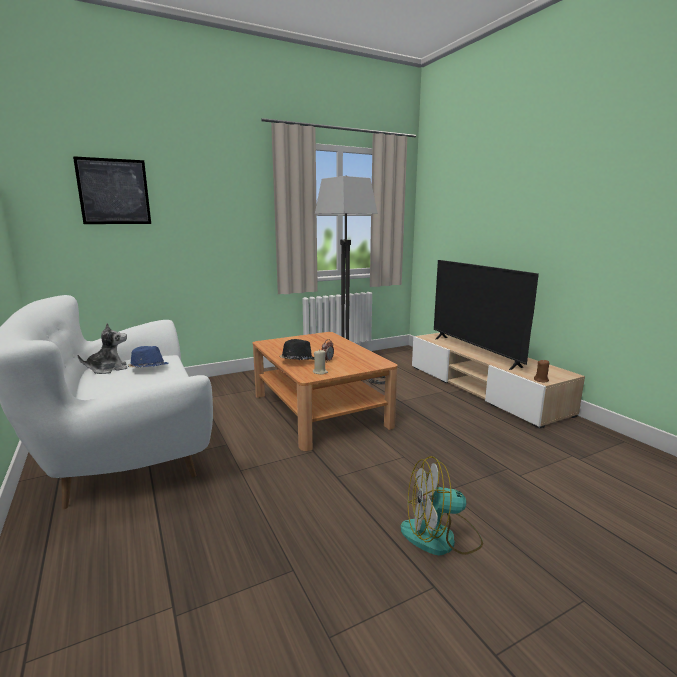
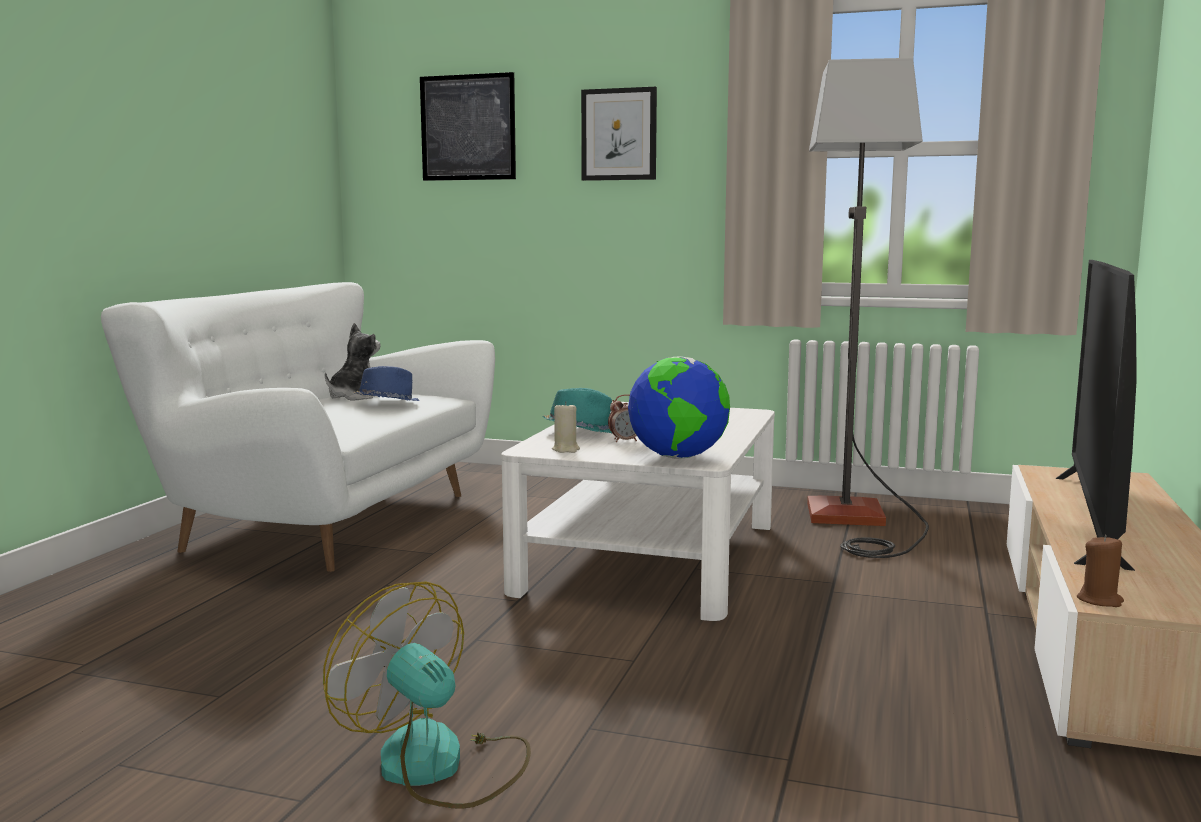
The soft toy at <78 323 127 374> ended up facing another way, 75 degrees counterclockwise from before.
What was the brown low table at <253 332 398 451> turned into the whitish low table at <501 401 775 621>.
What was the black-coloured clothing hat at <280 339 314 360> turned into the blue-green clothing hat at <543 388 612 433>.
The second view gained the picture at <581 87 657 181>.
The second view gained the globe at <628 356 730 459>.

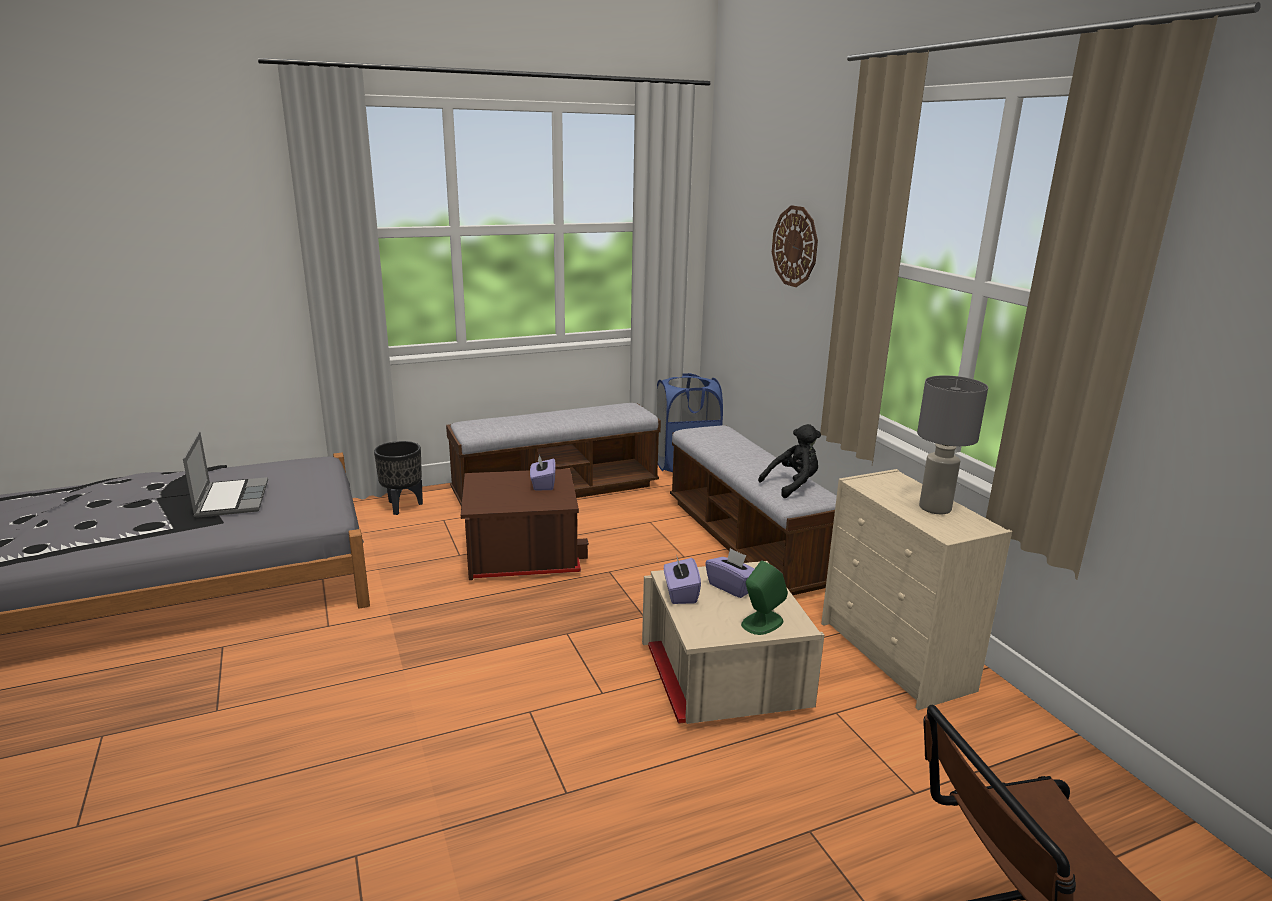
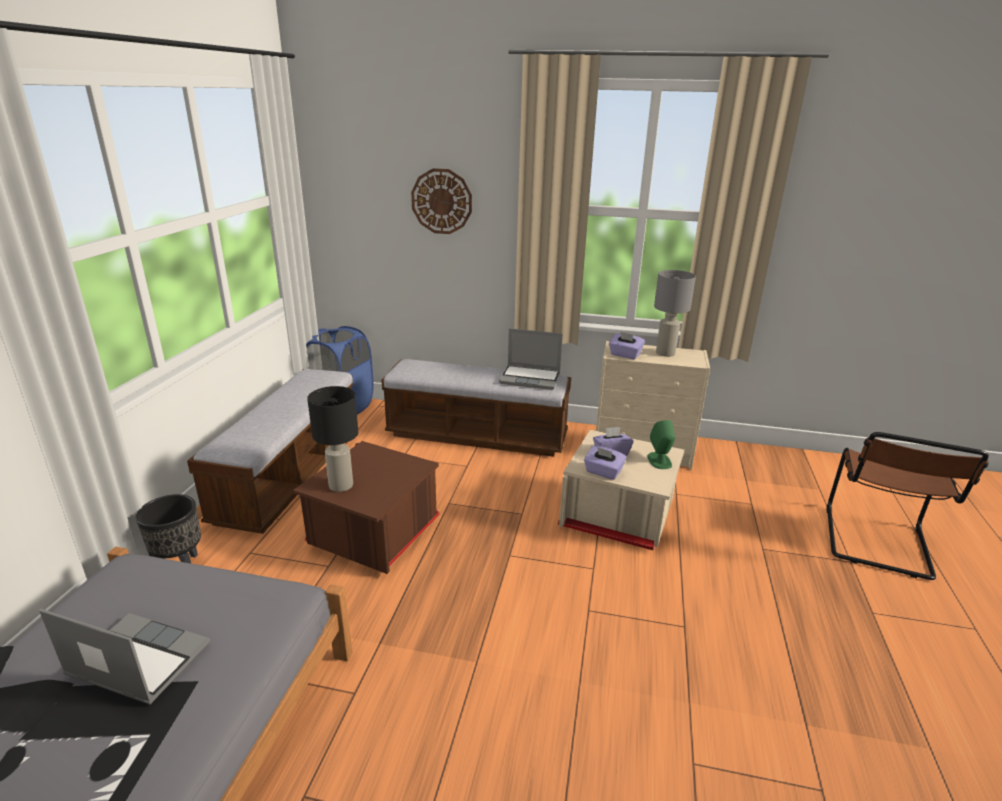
The purplish tissue box ended up elsewhere, having gone from <530 454 556 491> to <609 331 645 359>.
Where the black-coloured soft toy stood at <758 424 821 498>, the portable computer came to stand at <499 328 563 390>.
The second view gained the black-coloured table lamp at <307 386 358 492>.

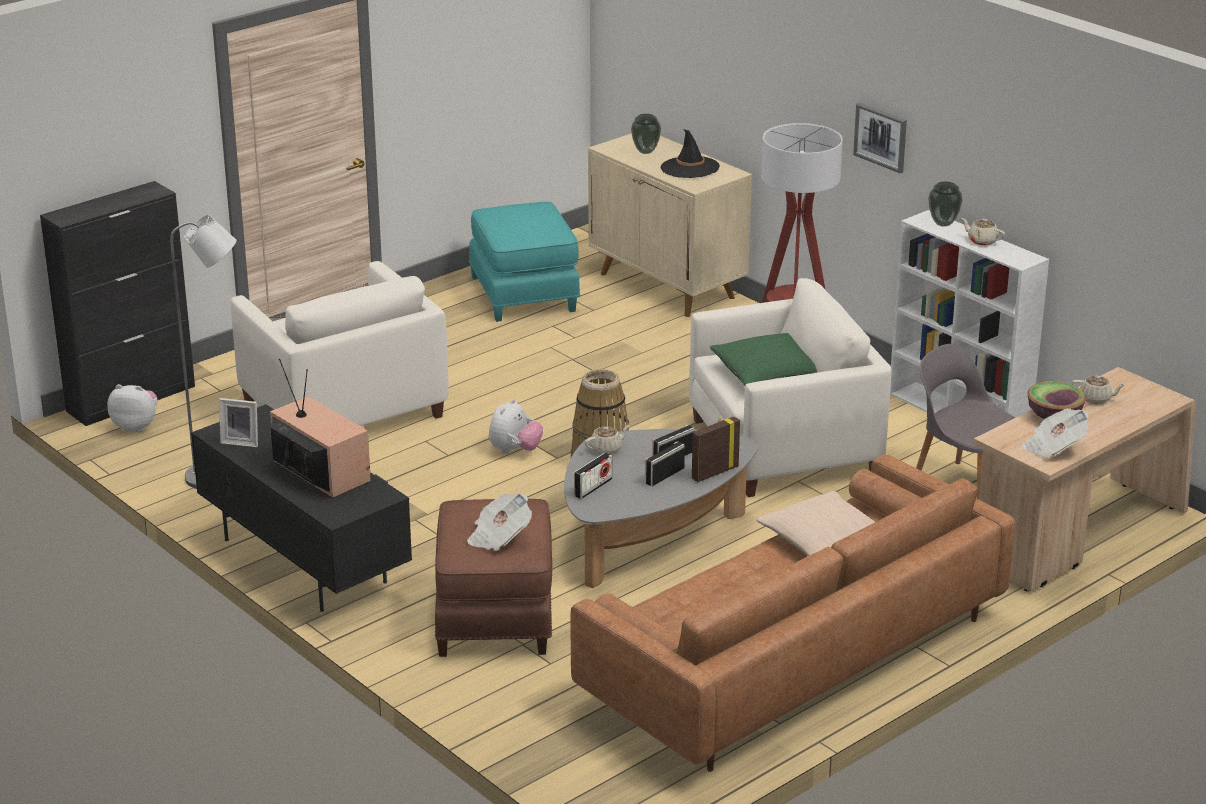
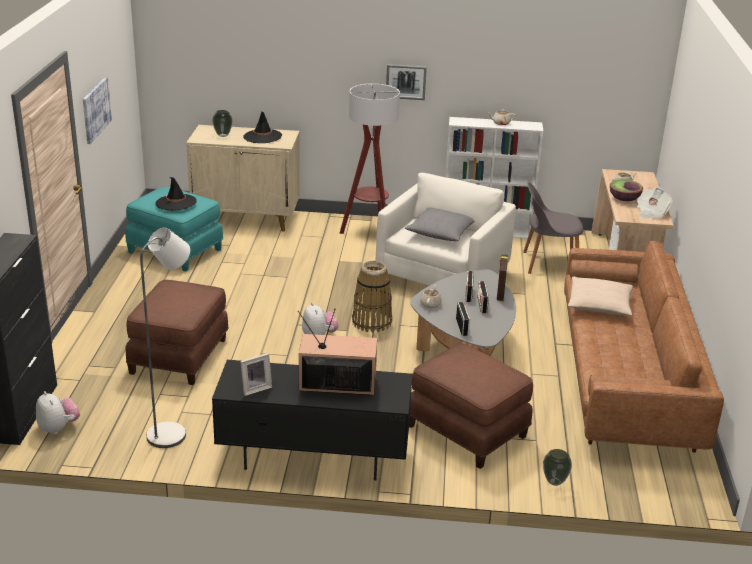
The soft toy at <107 384 157 432> ended up facing another way, 90 degrees clockwise from before.
Where the whitish lounge chair stood at <231 261 449 426>, the brown pouffe came to stand at <126 280 229 385>.
The second view lost the newspaper at <467 493 532 551>.
What was the green-coloured throw pillow at <710 333 817 386> turned into the greyish throw pillow at <405 207 474 241>.
The decorative vase ended up elsewhere, having gone from <928 181 963 227> to <543 449 572 486>.
The second view gained the picture at <83 77 112 144>.
The second view gained the black-coloured clothing hat at <155 177 197 211>.

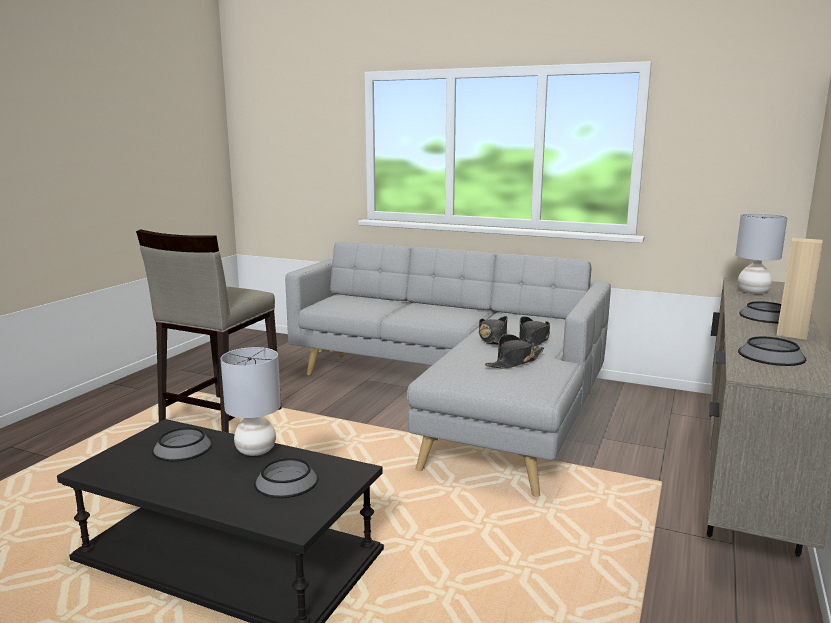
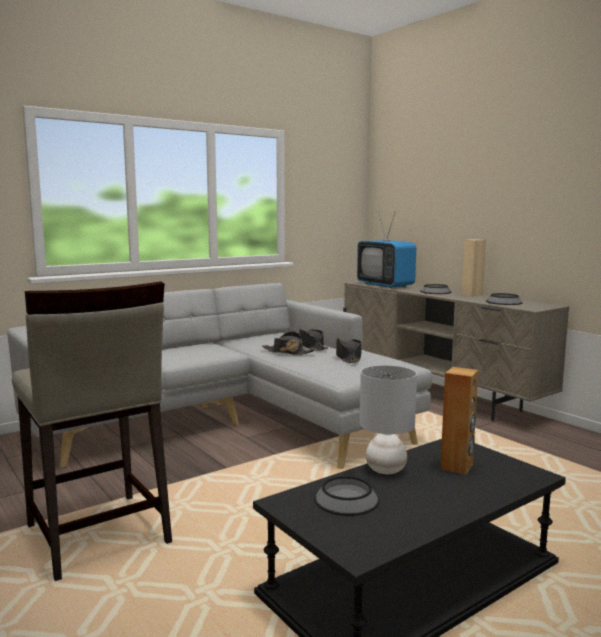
Where the serving bowl stood at <254 458 319 498>, the brown speaker came to stand at <440 367 478 475>.
Where the greyish table lamp stood at <735 213 788 294>, the TV came to stand at <357 211 416 288>.

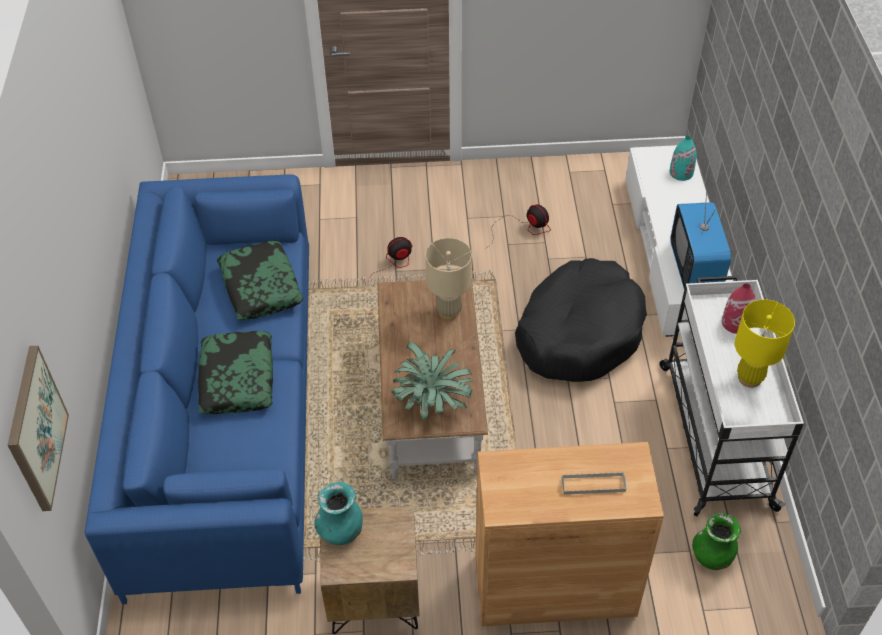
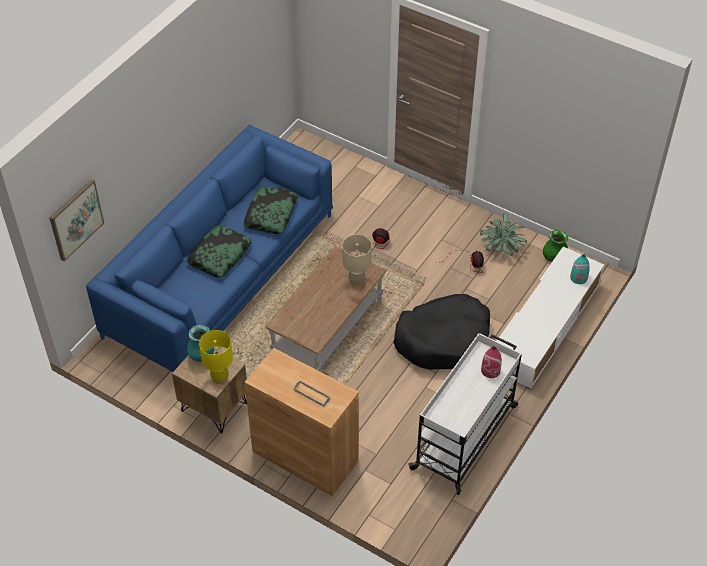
The houseplant ended up elsewhere, having gone from <392 342 473 420> to <480 213 527 256>.
The second view lost the TV at <670 188 731 289>.
The green-coloured decorative vase ended up elsewhere, having gone from <692 513 741 570> to <543 230 568 261>.
The yellow-coloured table lamp ended up elsewhere, having gone from <735 299 795 388> to <199 330 233 384>.

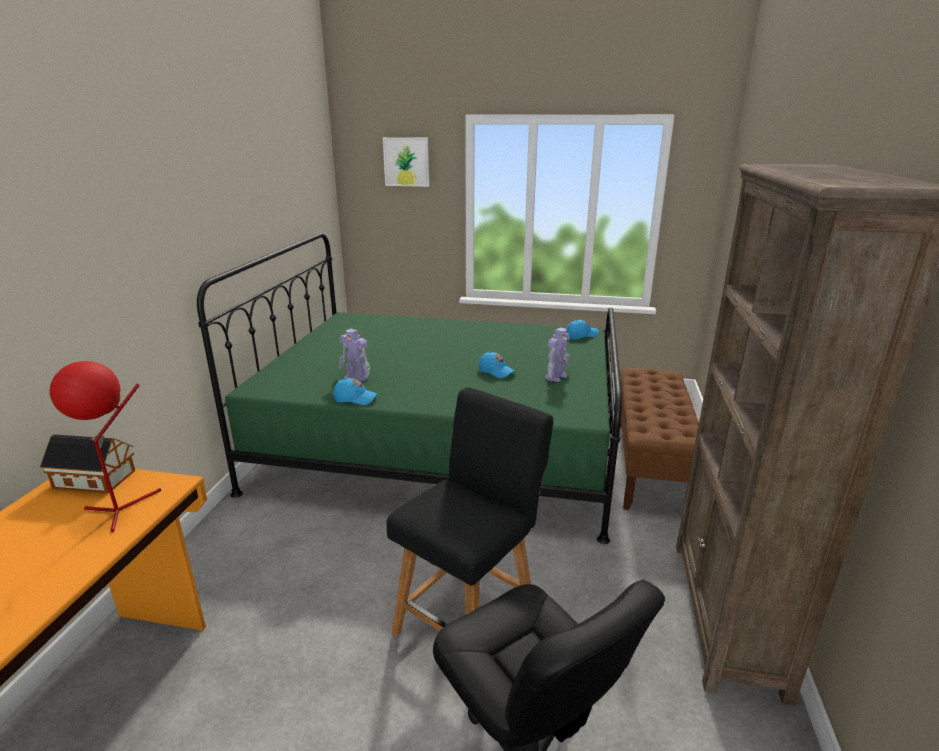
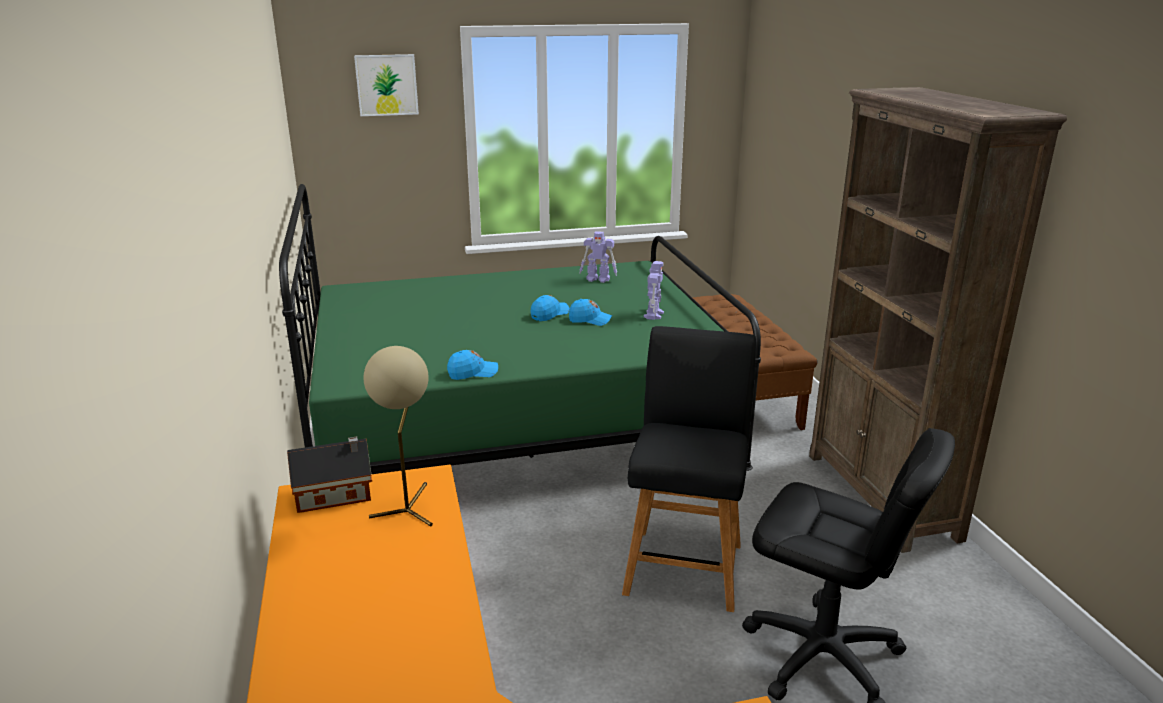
What was the red-coloured table lamp at <50 361 161 532> turned into the sand-coloured table lamp at <364 346 433 526>.
The robot figure ended up elsewhere, having gone from <339 329 370 382> to <579 231 617 283>.
The bluish baseball cap ended up elsewhere, having gone from <566 320 599 339> to <530 295 569 321>.

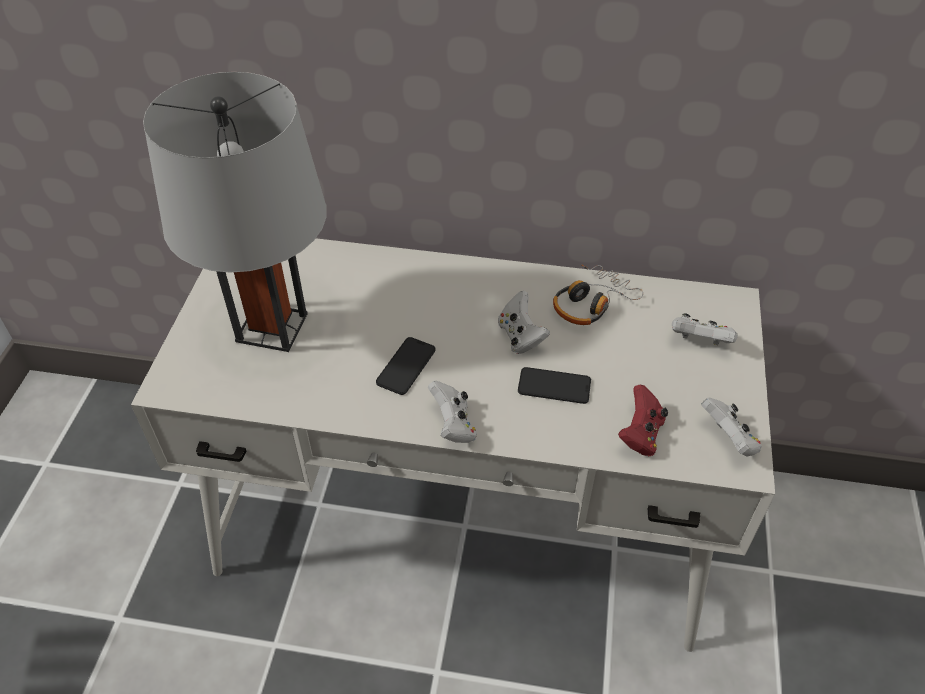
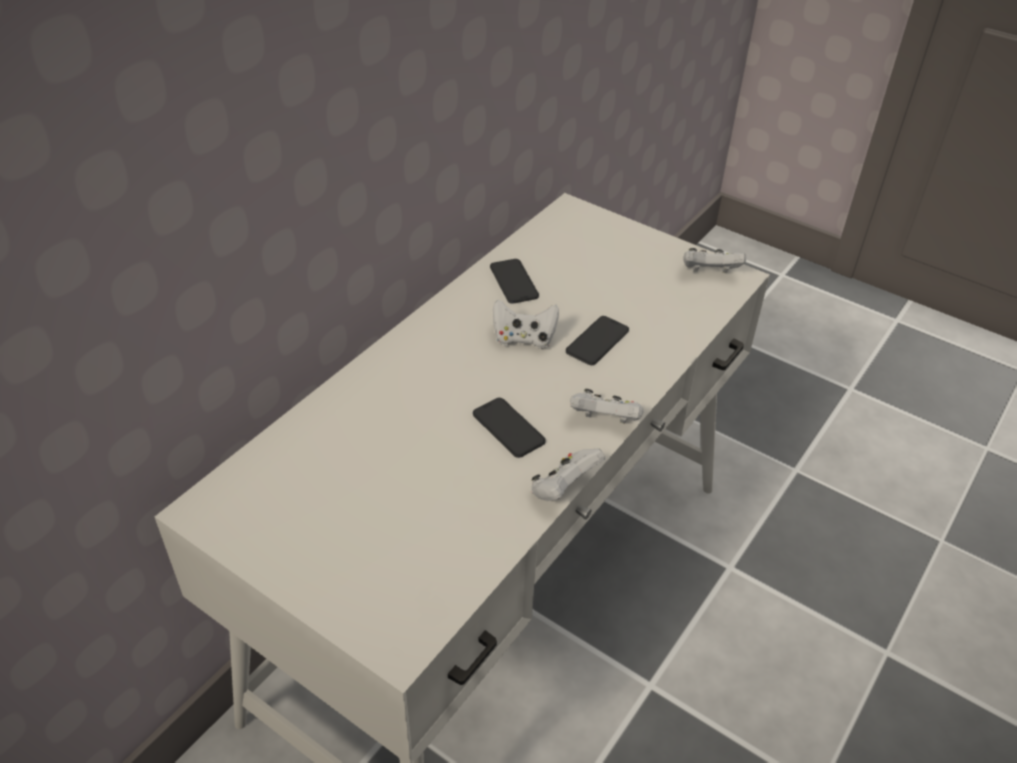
The second view lost the greyish table lamp at <143 72 327 352>.
Where the pair of headphones stood at <553 264 643 325>, the handset came to stand at <490 259 539 304>.
The second view lost the red-coloured gamepad at <618 385 668 457>.
The whitish gamepad ended up elsewhere, having gone from <672 313 738 345> to <531 449 605 501>.

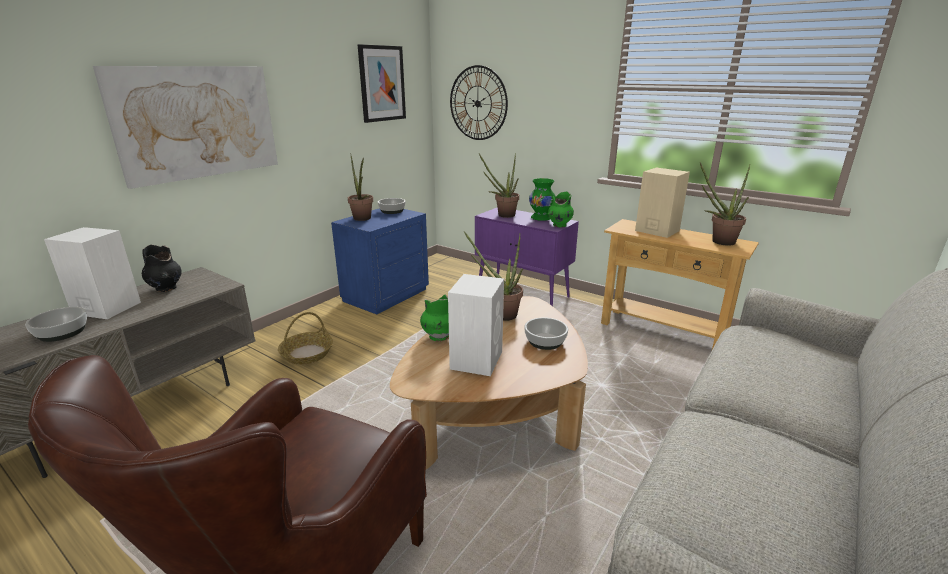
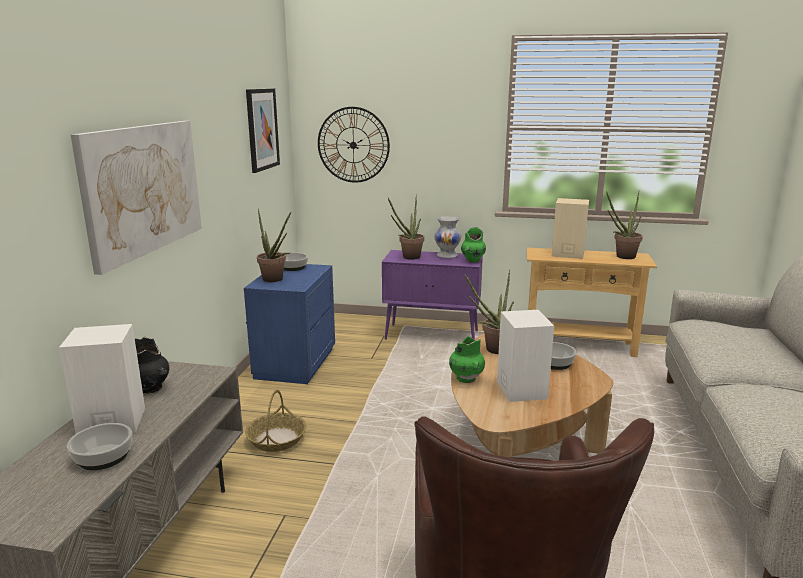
What was the green-coloured decorative vase at <529 178 556 221> turned into the whitish decorative vase at <434 216 461 258>.

